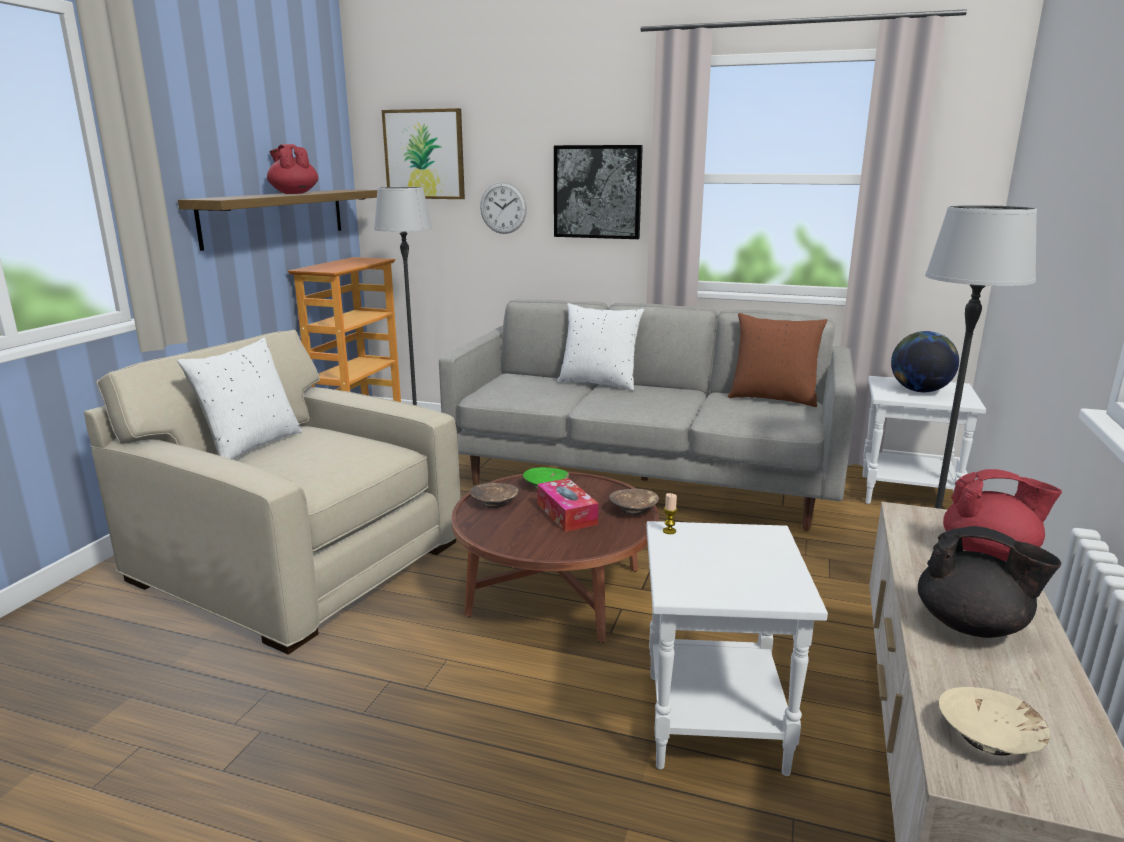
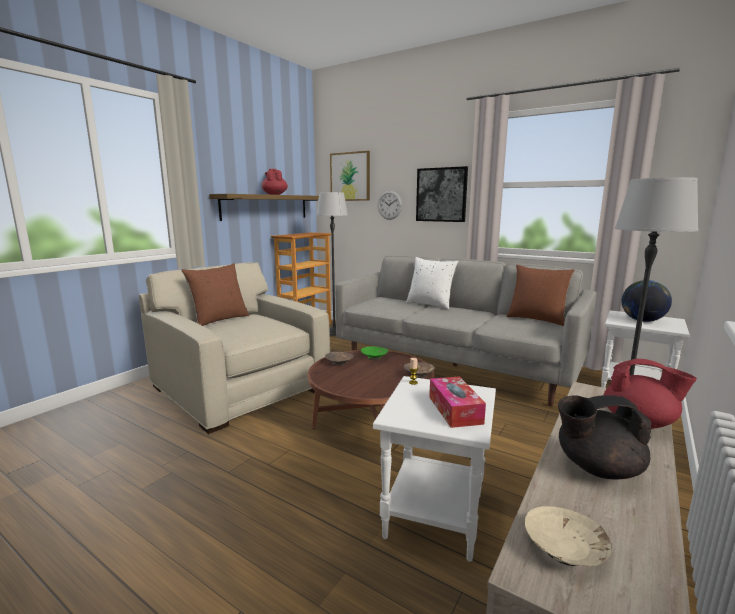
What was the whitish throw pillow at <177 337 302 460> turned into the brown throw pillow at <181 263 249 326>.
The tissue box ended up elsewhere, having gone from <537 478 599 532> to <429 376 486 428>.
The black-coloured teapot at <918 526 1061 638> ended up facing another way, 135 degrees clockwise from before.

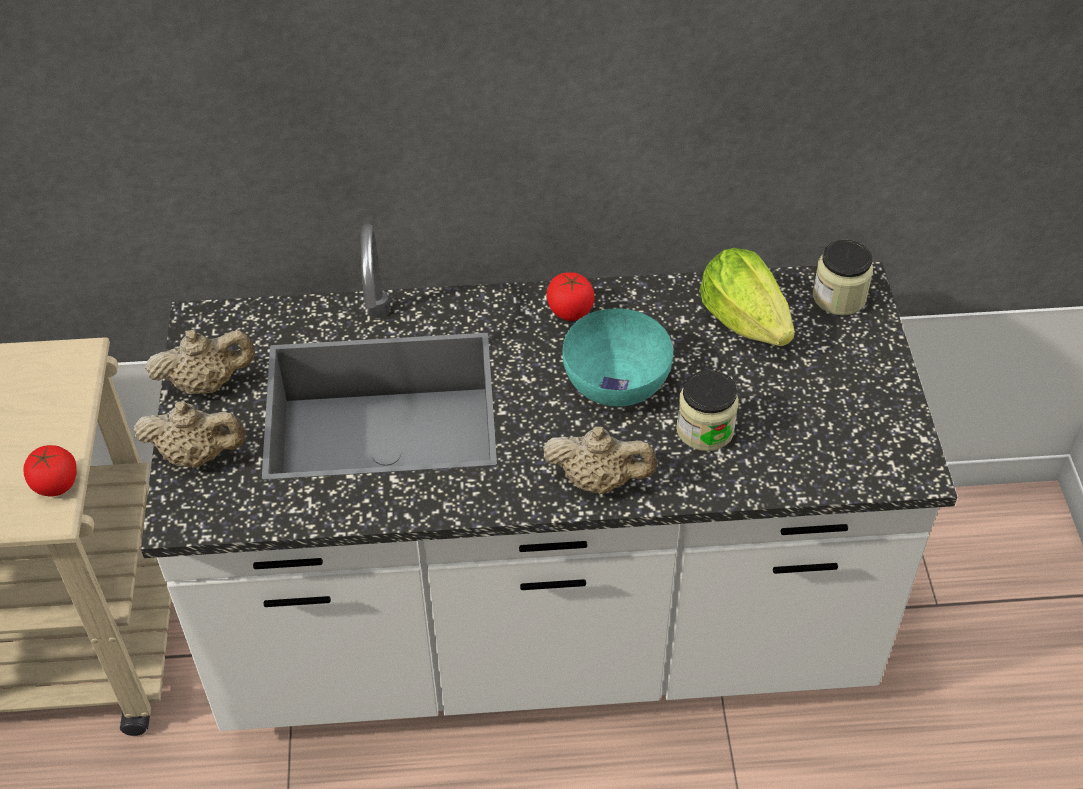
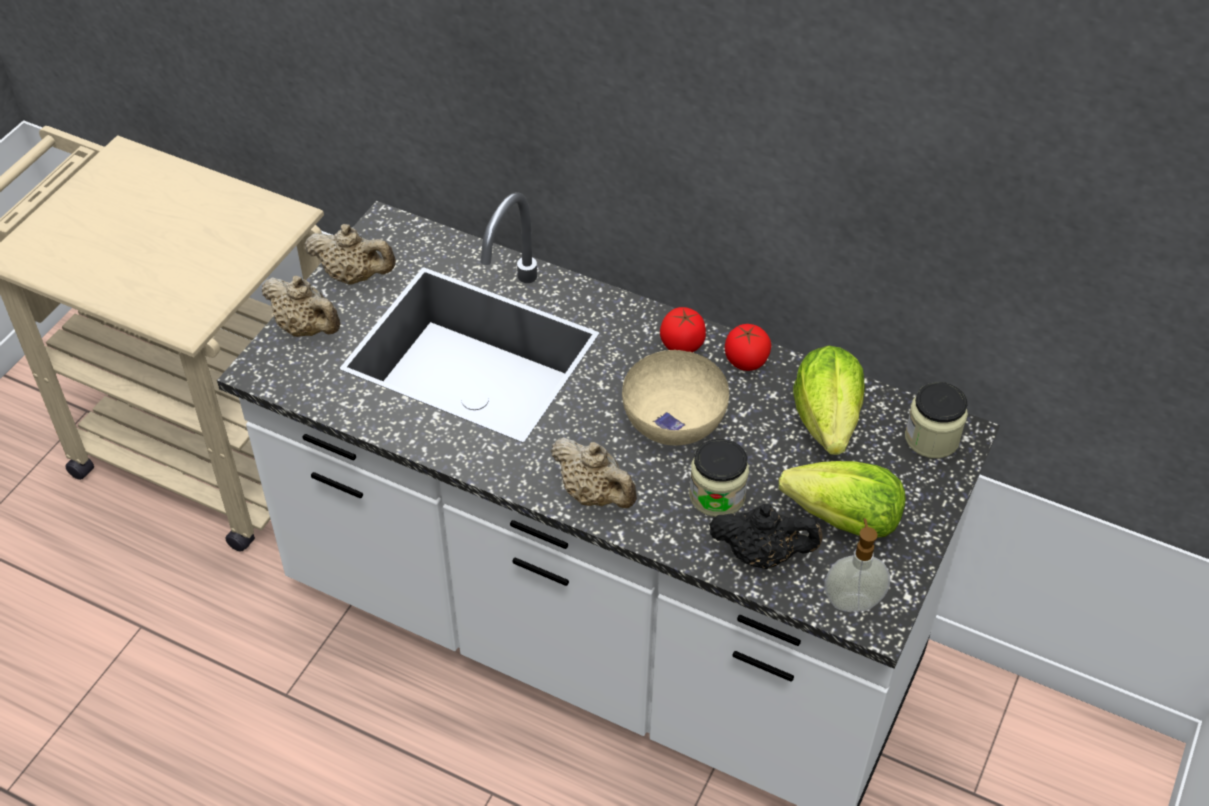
The tomato ended up elsewhere, having gone from <23 445 76 496> to <725 324 771 371>.
What was the blue-green serving bowl at <562 308 673 406> turned into the sand-coloured serving bowl at <622 350 729 446>.
The second view gained the black-coloured teapot at <709 504 822 569>.
The second view gained the head of lettuce at <779 461 906 538>.
The second view gained the soap dispenser at <824 518 890 612>.

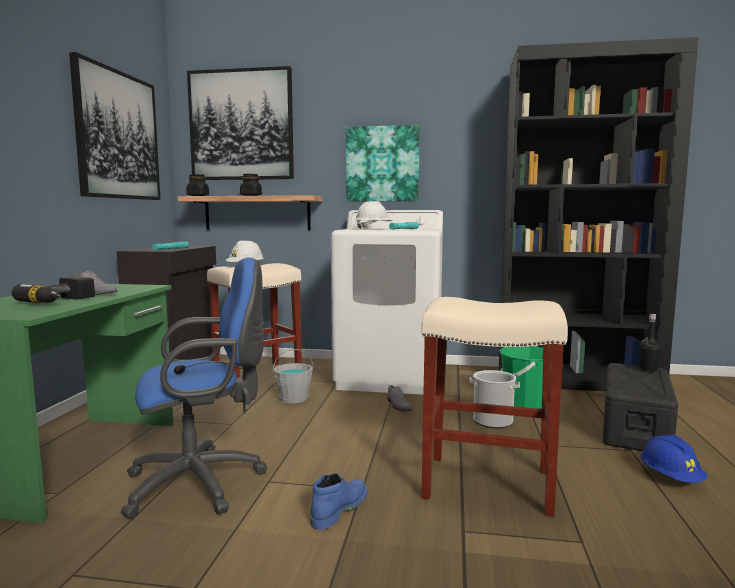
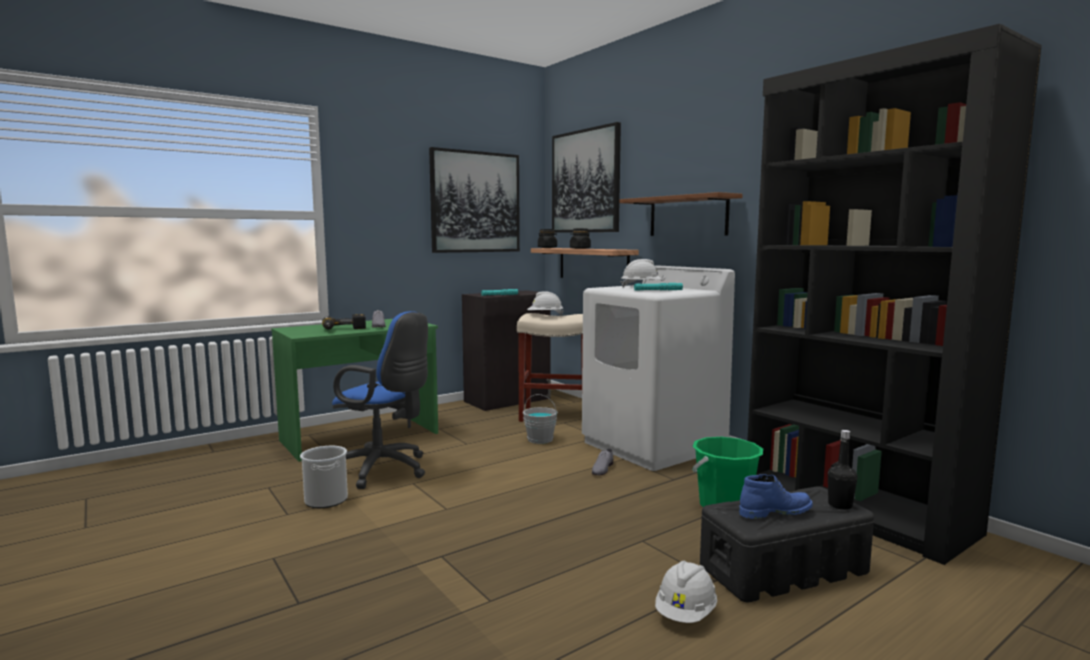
The bluish boot ended up elsewhere, having gone from <311 473 367 530> to <739 474 813 519>.
Where the picture hung at <346 125 420 202>, the brown bracket shelf came to hang at <620 192 743 236>.
The second view lost the sand-coloured stool at <421 297 568 517>.
The pail ended up elsewhere, having gone from <469 370 520 428> to <300 446 348 508>.
What was the bluish hard hat at <640 435 707 483> turned into the whitish hard hat at <655 561 717 623>.

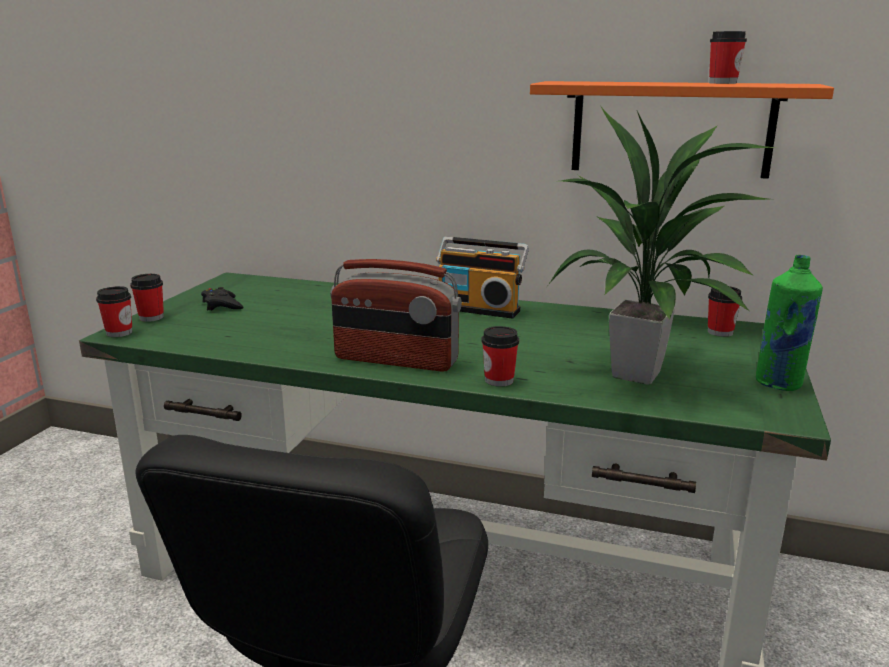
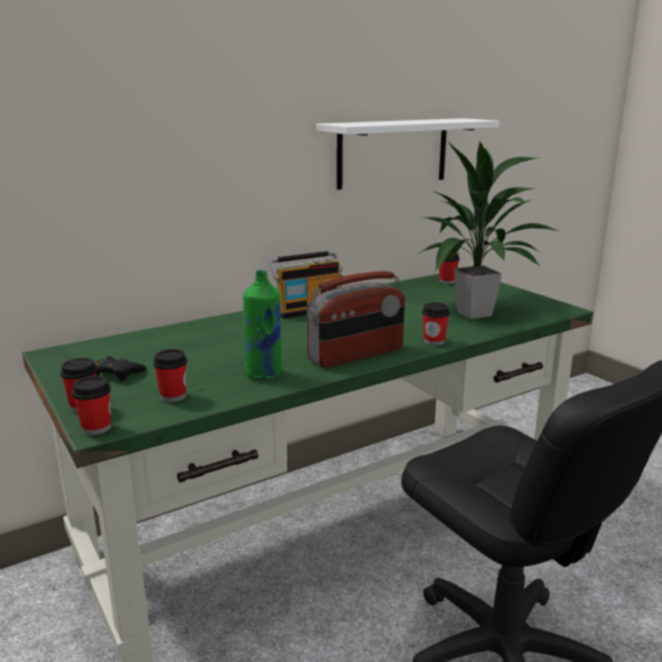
What was the orange bracket shelf at <530 81 834 179> turned into the whitish bracket shelf at <316 118 499 190>.
The small cup ended up elsewhere, having gone from <709 31 747 84> to <153 349 187 402>.
The green-coloured bottle ended up elsewhere, having gone from <756 255 823 391> to <243 270 281 379>.

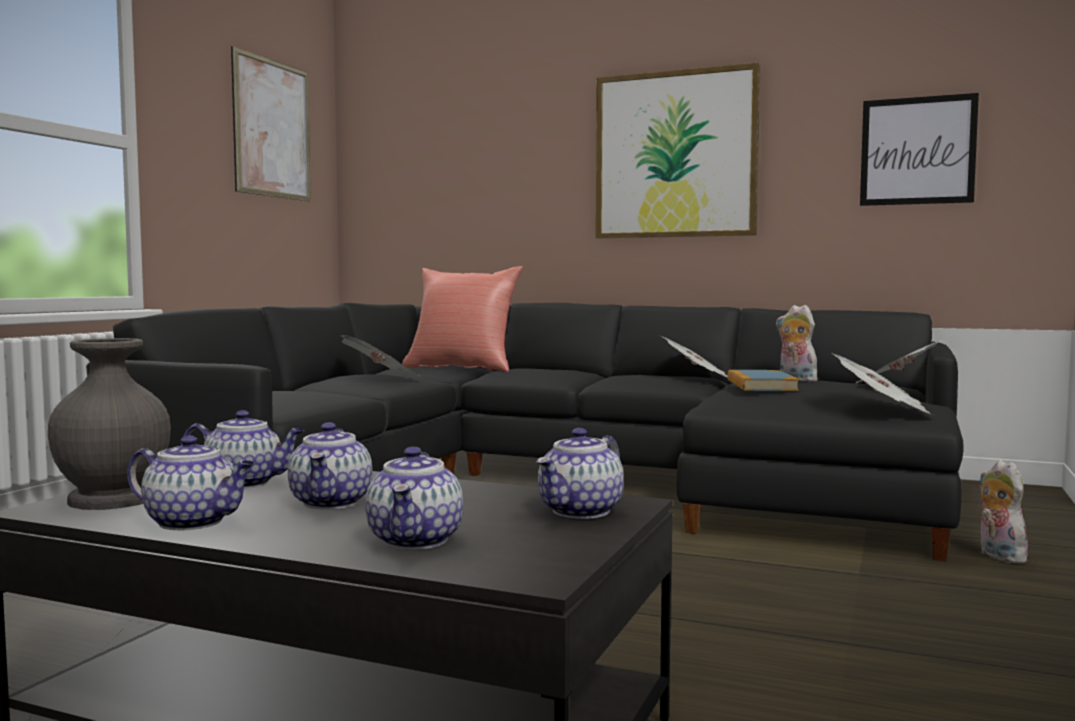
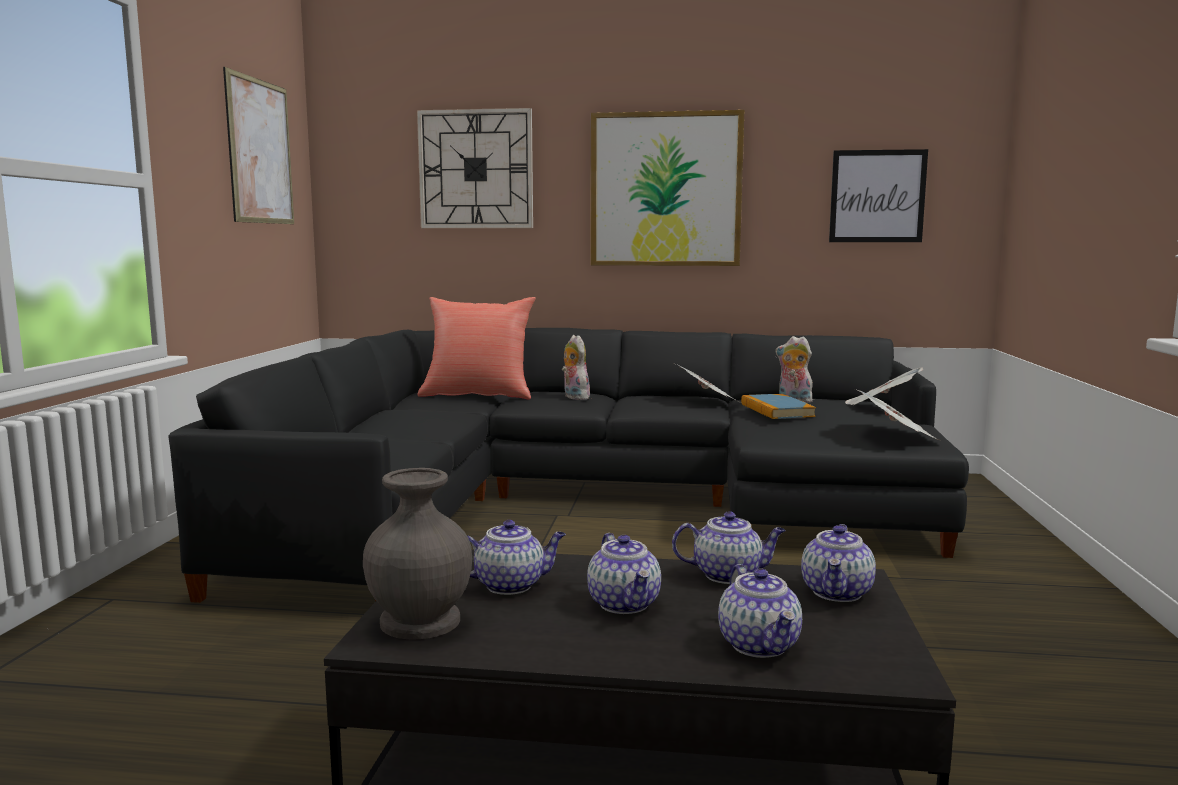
The teapot ended up elsewhere, having gone from <127 435 255 530> to <672 511 786 584>.
The second view lost the newspaper at <341 335 421 376>.
The soft toy ended up elsewhere, having gone from <979 460 1029 564> to <562 335 590 400>.
The second view gained the clock on the wall at <417 108 533 228>.

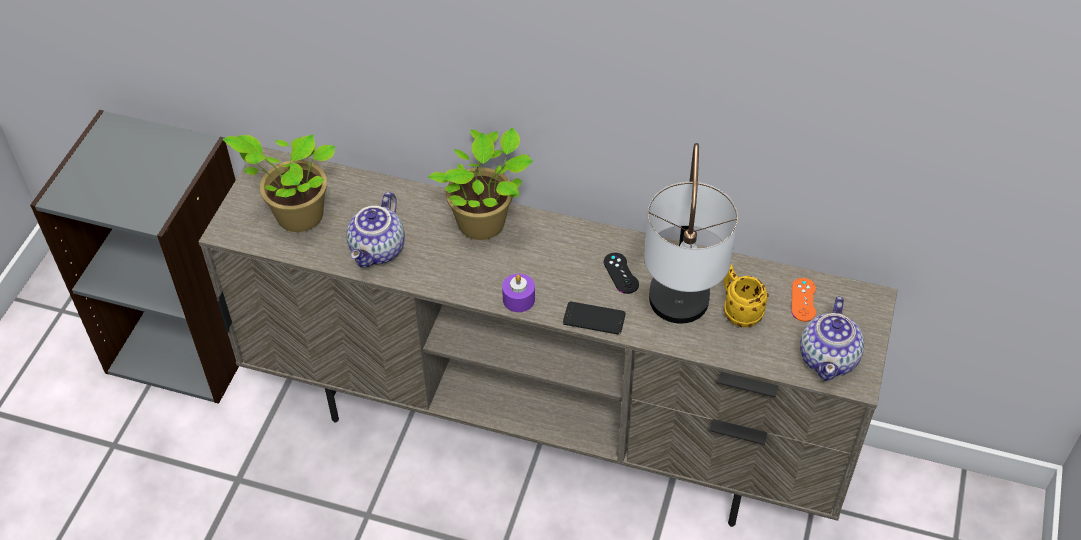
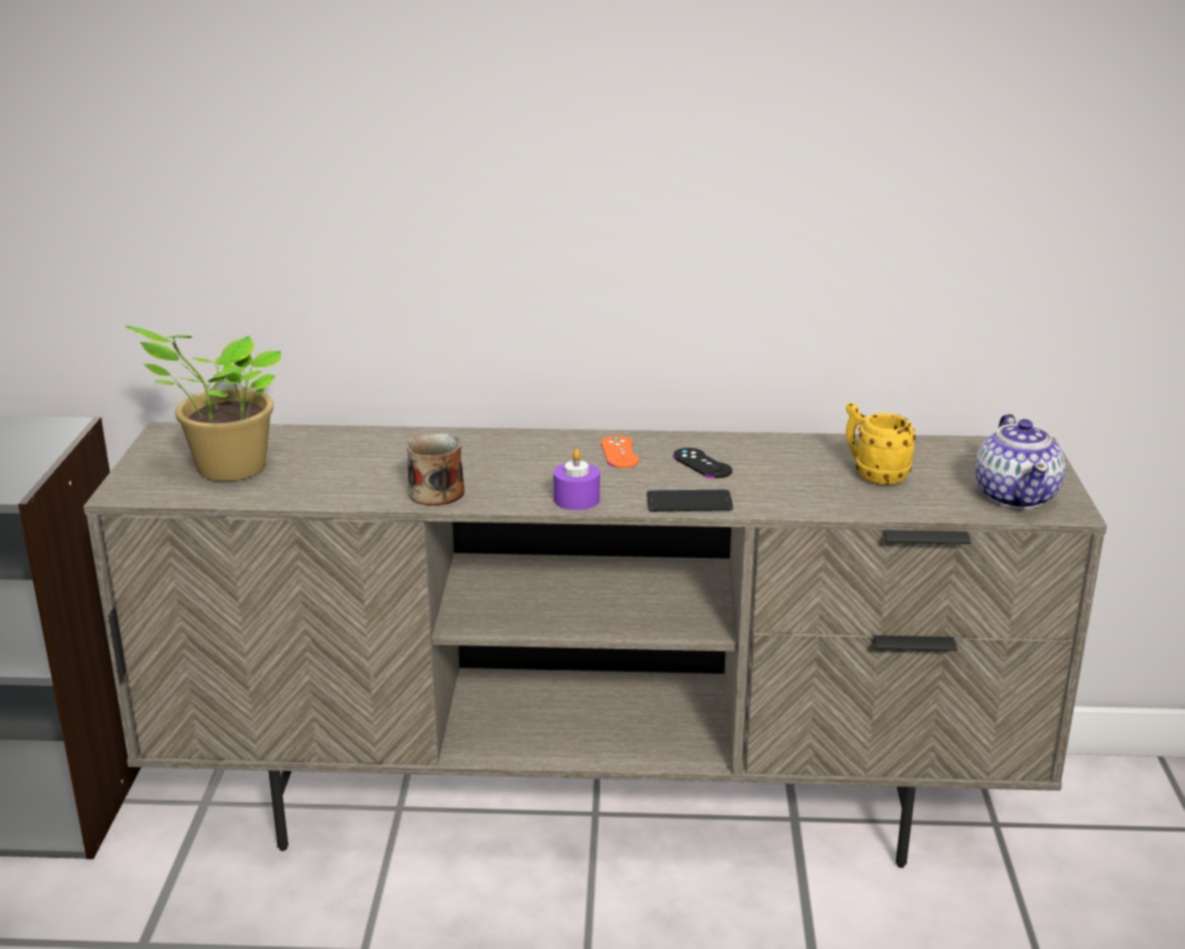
The second view lost the teapot at <346 192 405 268>.
The second view lost the houseplant at <427 128 533 240>.
The second view lost the table lamp at <644 143 738 324>.
The orange gamepad ended up elsewhere, having gone from <792 278 816 322> to <601 436 639 468>.
The second view gained the tea mug at <406 433 464 506>.

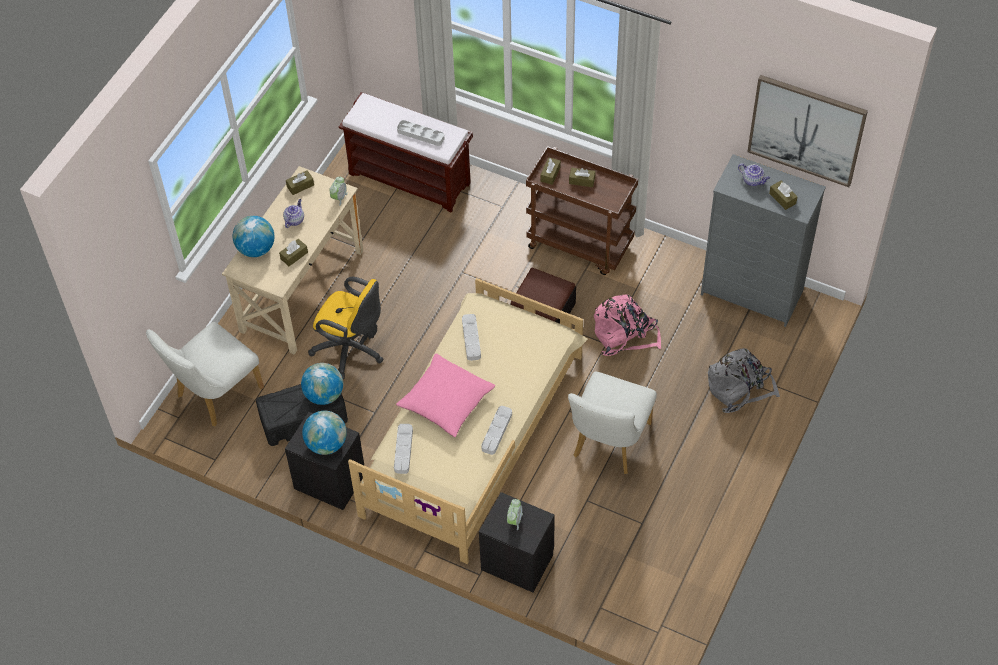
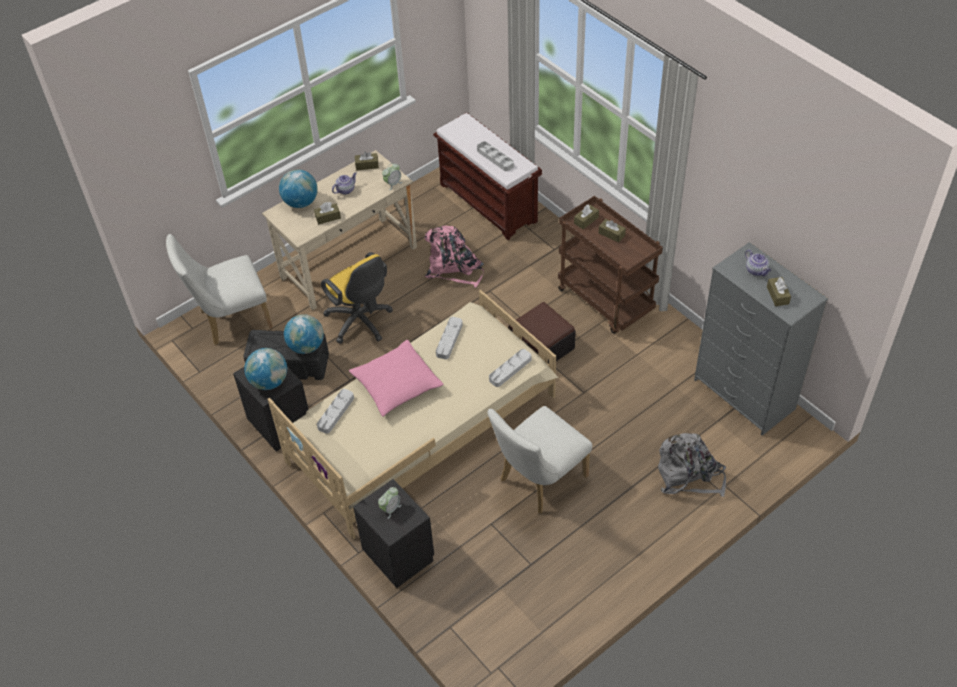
The greyish serving tray ended up elsewhere, having gone from <481 406 512 455> to <489 349 531 387>.
The pinkish knapsack ended up elsewhere, having gone from <594 294 661 356> to <424 226 484 288>.
The second view lost the picture at <747 75 868 187>.

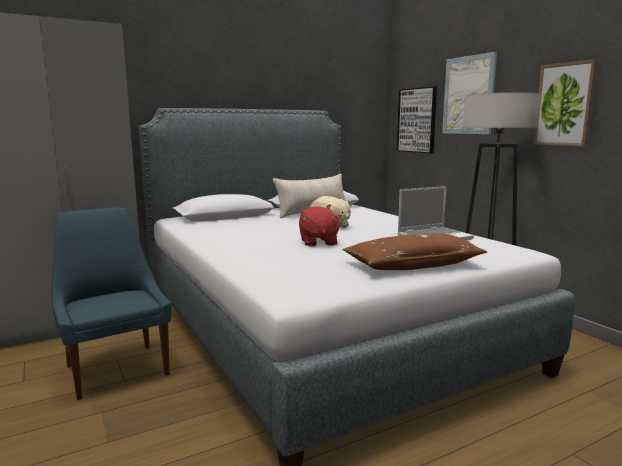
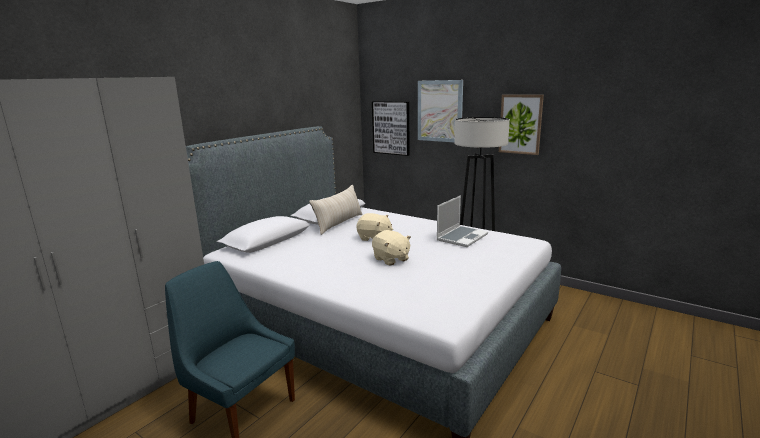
What was the red-coloured soft toy at <299 206 342 246> turned into the sand-coloured soft toy at <372 230 411 266>.
The second view lost the brown throw pillow at <343 233 487 270>.

